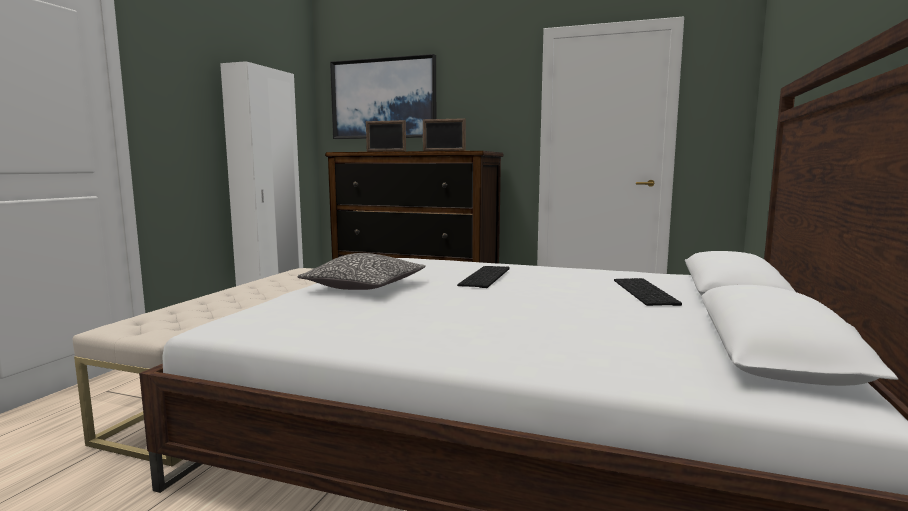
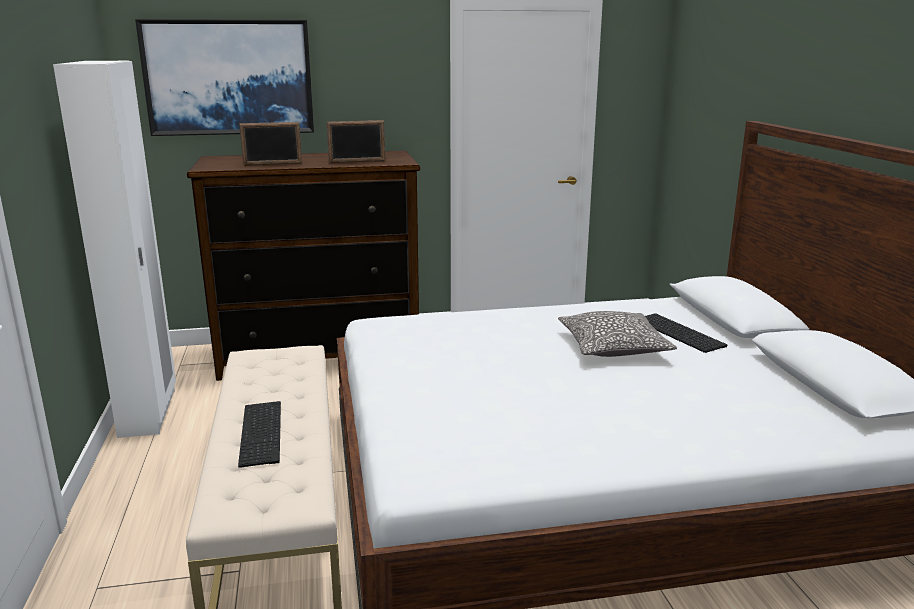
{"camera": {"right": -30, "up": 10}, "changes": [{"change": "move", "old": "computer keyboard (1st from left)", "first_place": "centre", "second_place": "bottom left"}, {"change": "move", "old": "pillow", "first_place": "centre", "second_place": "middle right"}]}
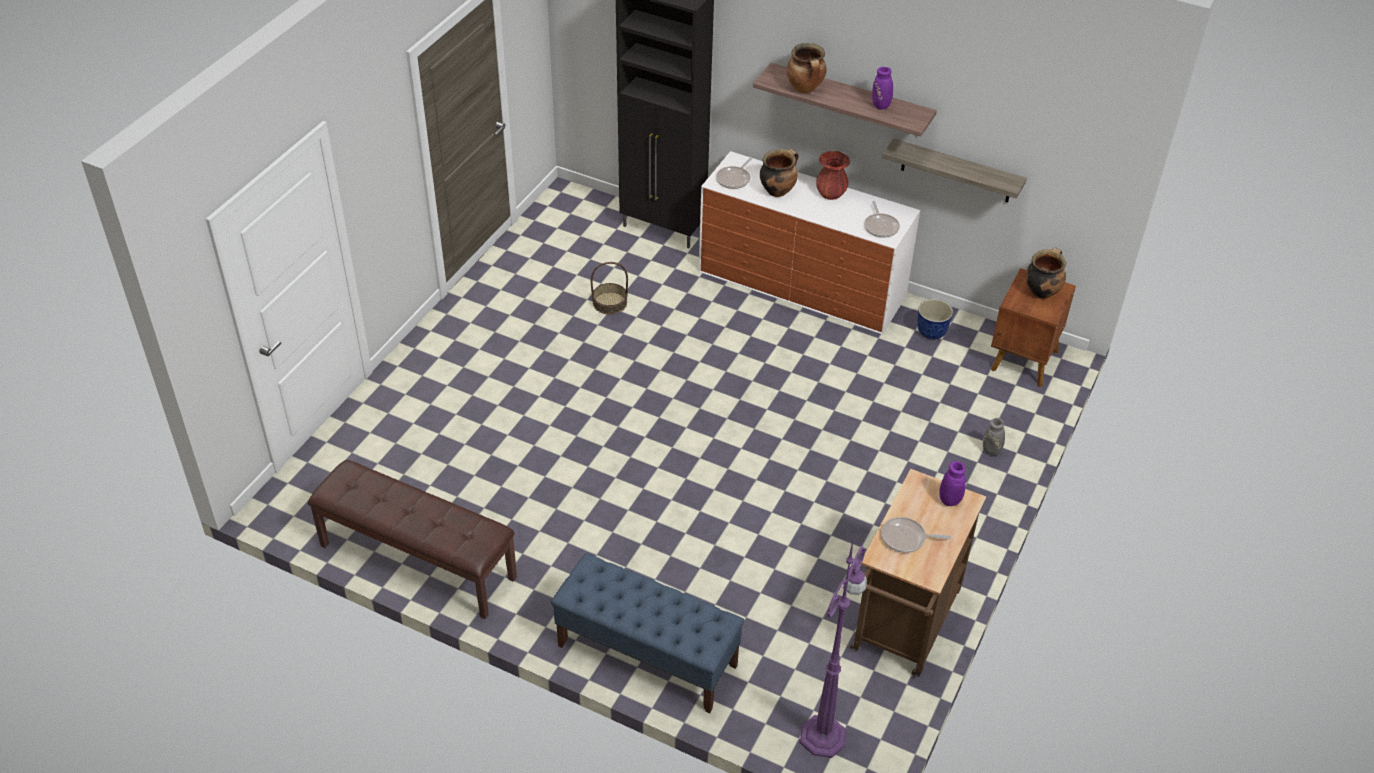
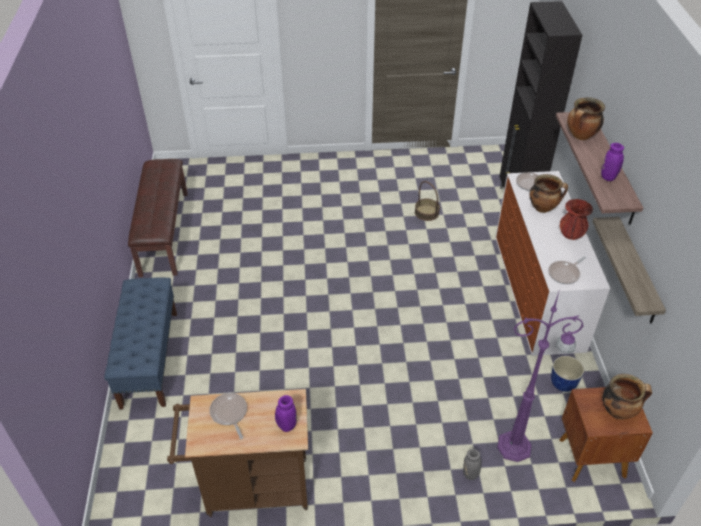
{"camera": {"right": 60, "up": 0}, "changes": [{"change": "move", "old": "standing lamp in purple", "first_place": "bottom centre", "second_place": "bottom right"}]}
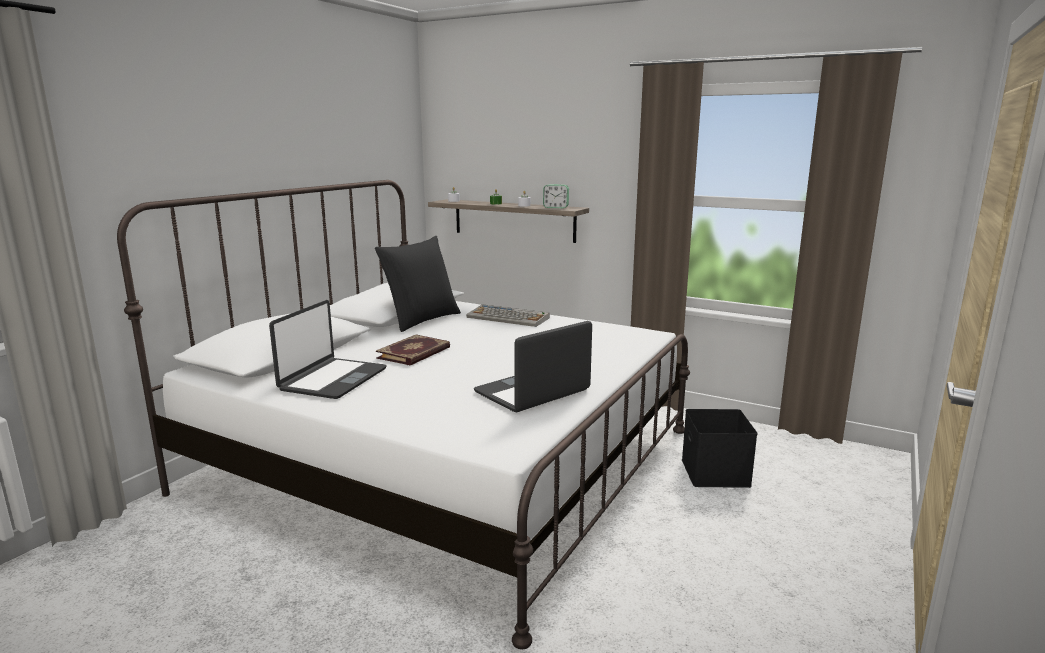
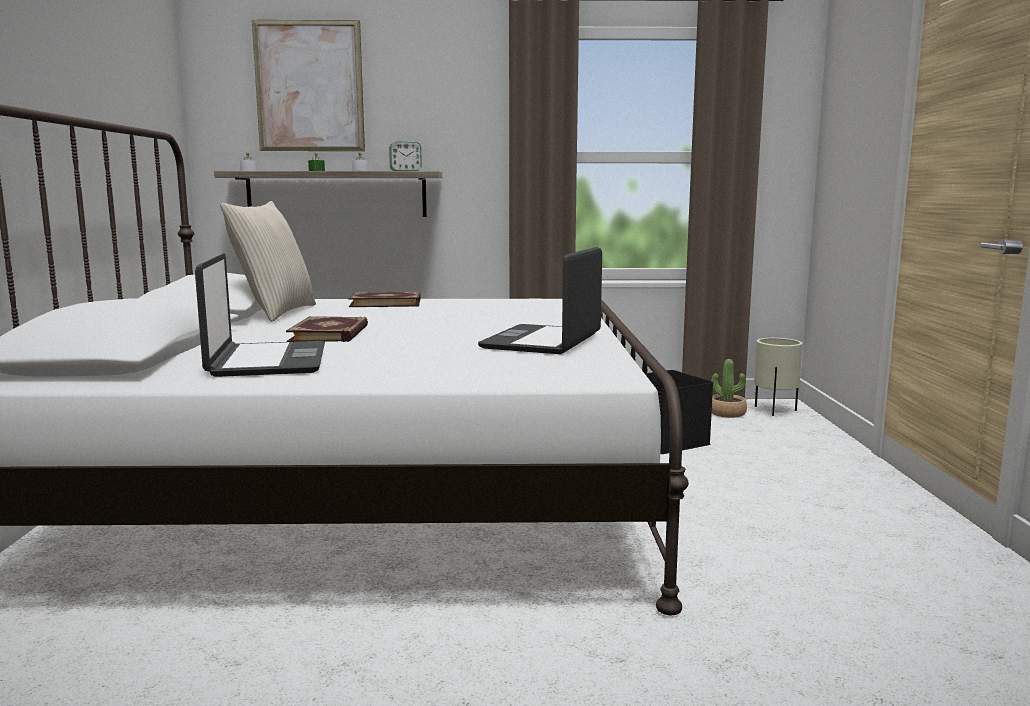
{"camera": {"right": -30, "up": -5}, "changes": [{"change": "recolor", "old": "pillow in black", "new": "pillow in sand-coloured", "first_place": "centre", "second_place": "middle left"}, {"change": "insert", "new": "wall art", "second_place": "top left"}, {"change": "replace", "old": "computer keyboard", "new": "book (2nd from left)", "first_place": "centre", "second_place": "centre"}, {"change": "insert", "new": "potted plant", "second_place": "middle right"}, {"change": "insert", "new": "flower pot in sand-coloured", "second_place": "middle right"}]}
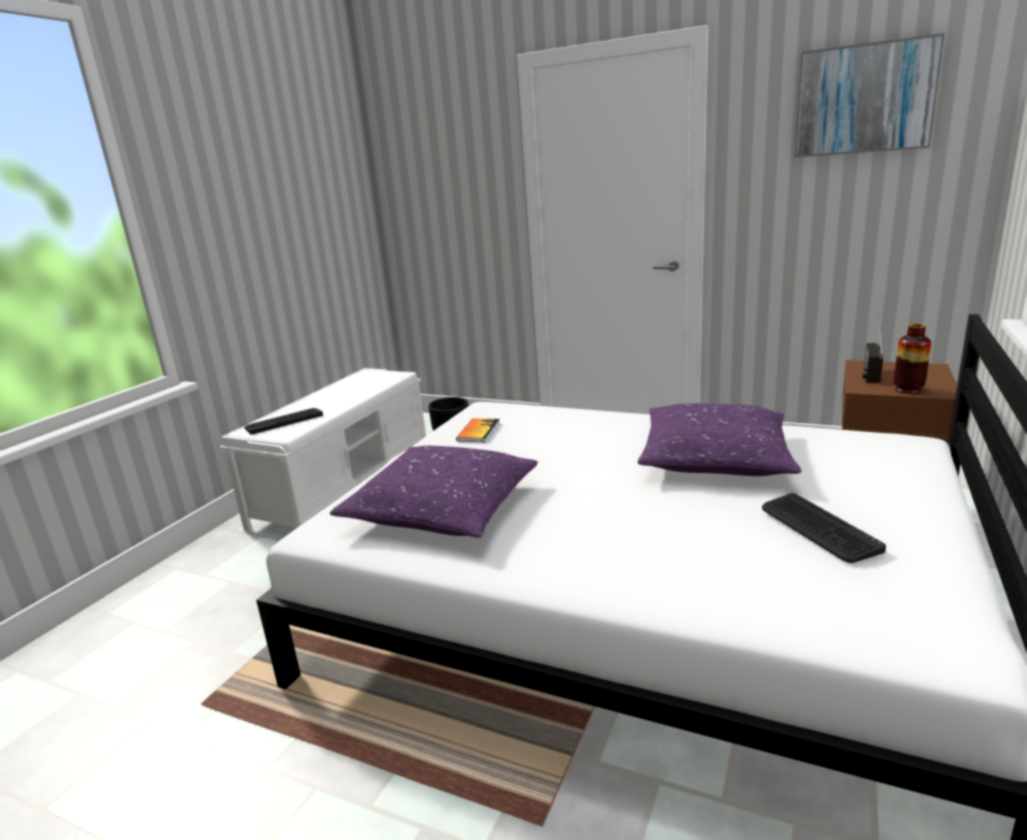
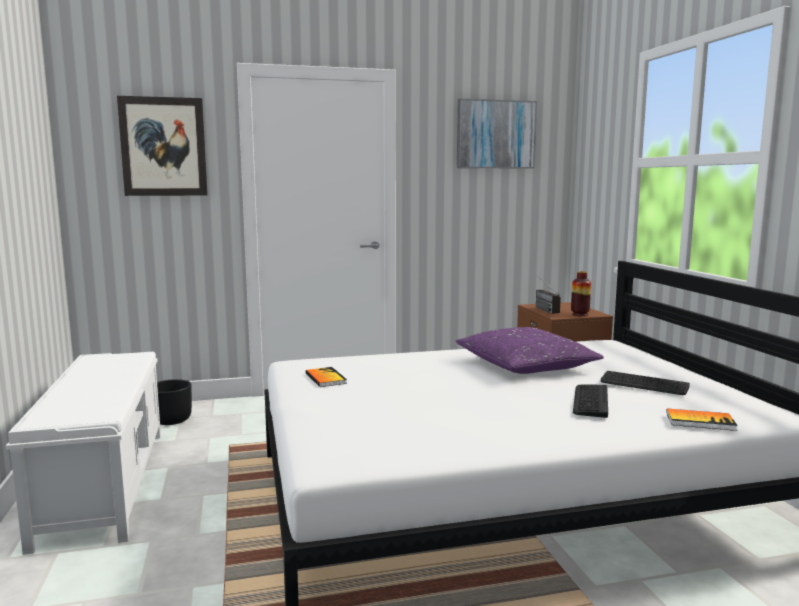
{"camera": {"right": -40, "up": -10}, "changes": [{"change": "insert", "new": "wall art (1st from left)", "second_place": "top left"}, {"change": "move", "old": "computer keyboard (1st from left)", "first_place": "middle left", "second_place": "middle right"}, {"change": "insert", "new": "book (2nd from left)", "second_place": "bottom right"}, {"change": "delete", "old": "pillow in purple (1st from left)", "first_place": "centre"}]}
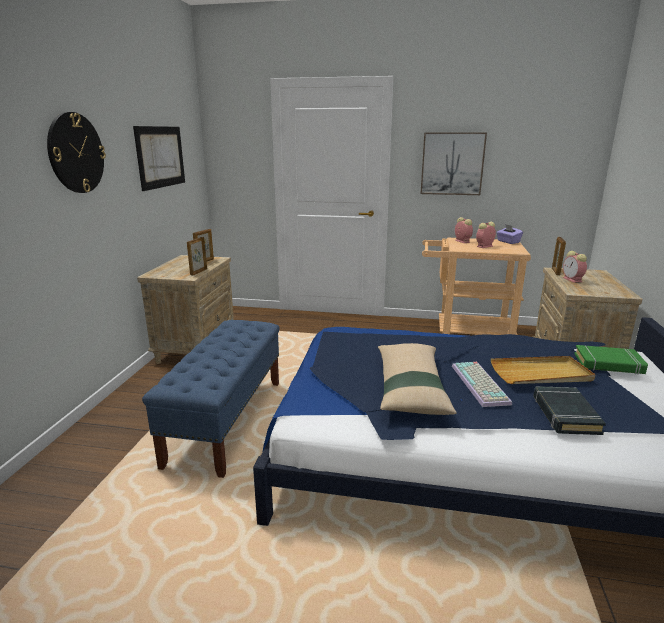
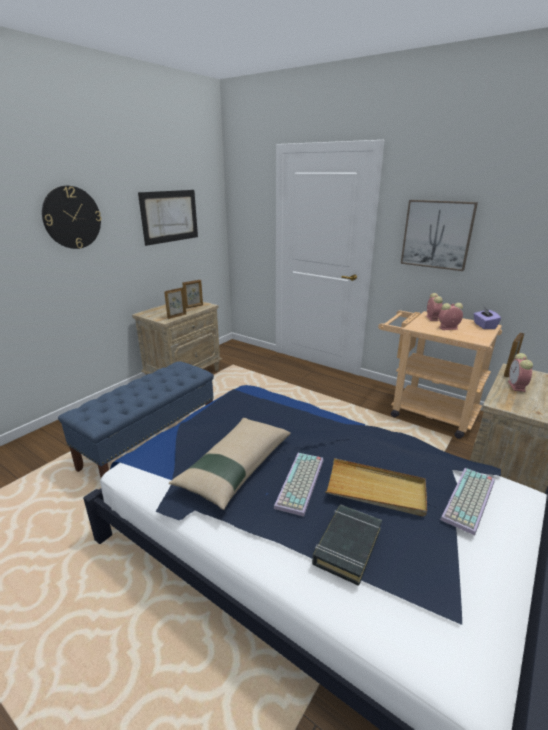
{"camera": {"right": 25, "up": 5}, "changes": [{"change": "replace", "old": "book in green", "new": "computer keyboard (2nd from left)", "first_place": "middle right", "second_place": "bottom right"}]}
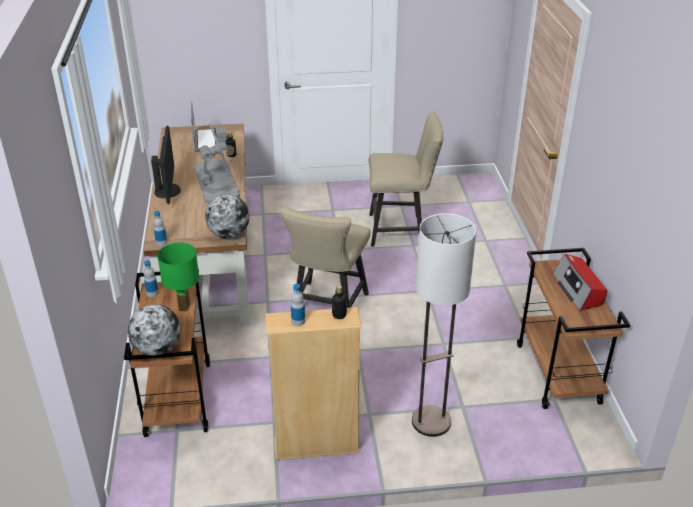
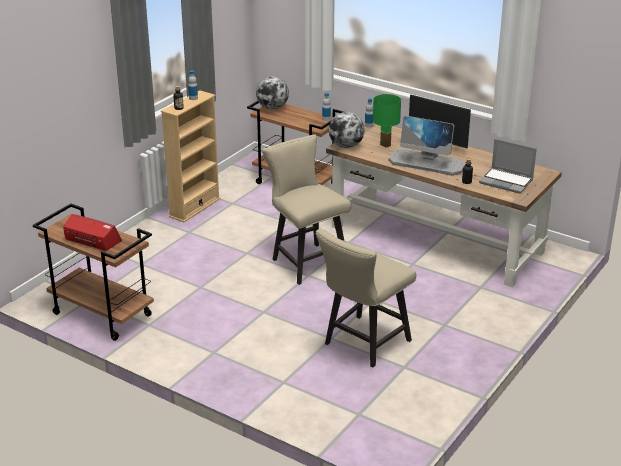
{"camera": {"right": 130, "up": -5}, "changes": [{"change": "move", "old": "lamp for a table in green", "first_place": "middle left", "second_place": "top centre"}, {"change": "delete", "old": "standing lamp", "first_place": "centre"}]}
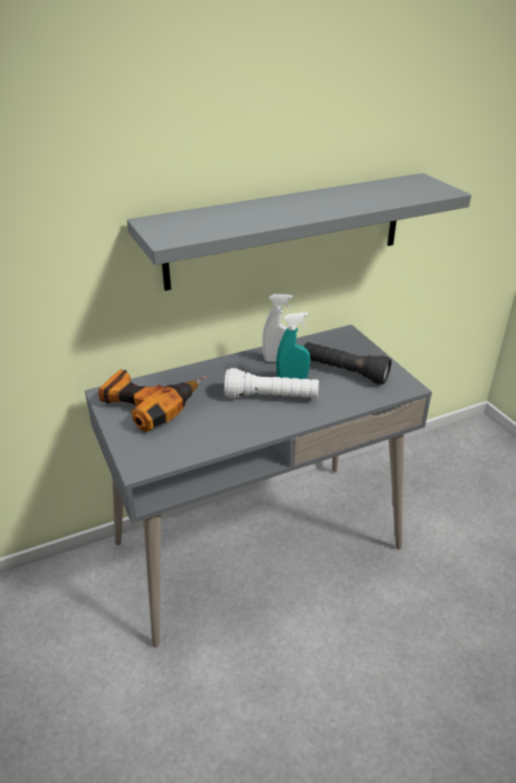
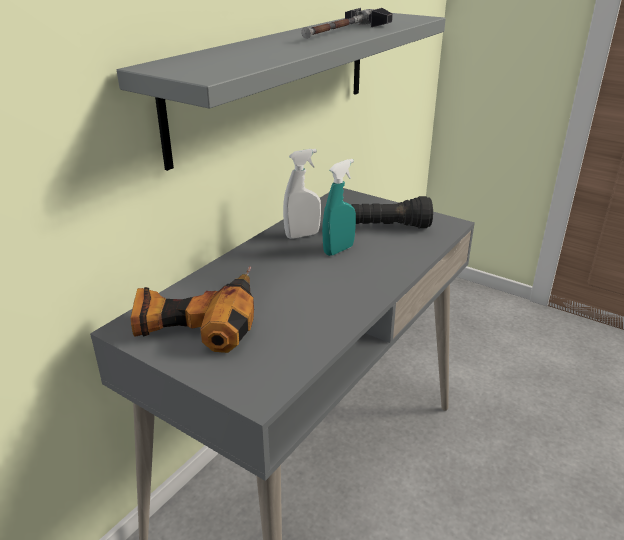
{"camera": {"right": -30, "up": -5}, "changes": [{"change": "insert", "new": "hammer", "second_place": "top centre"}, {"change": "delete", "old": "flashlight in whitish", "first_place": "centre"}]}
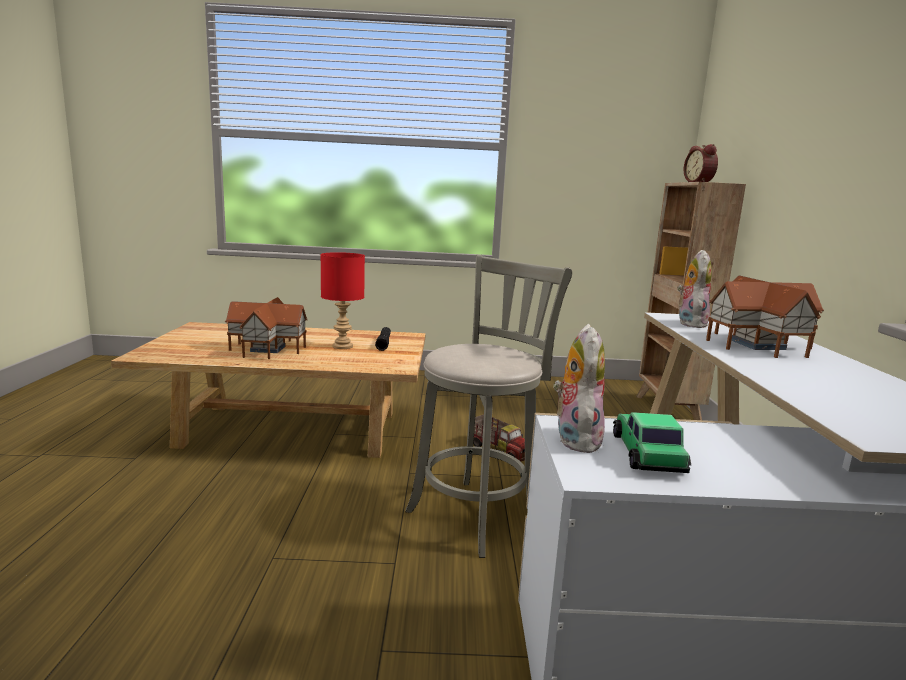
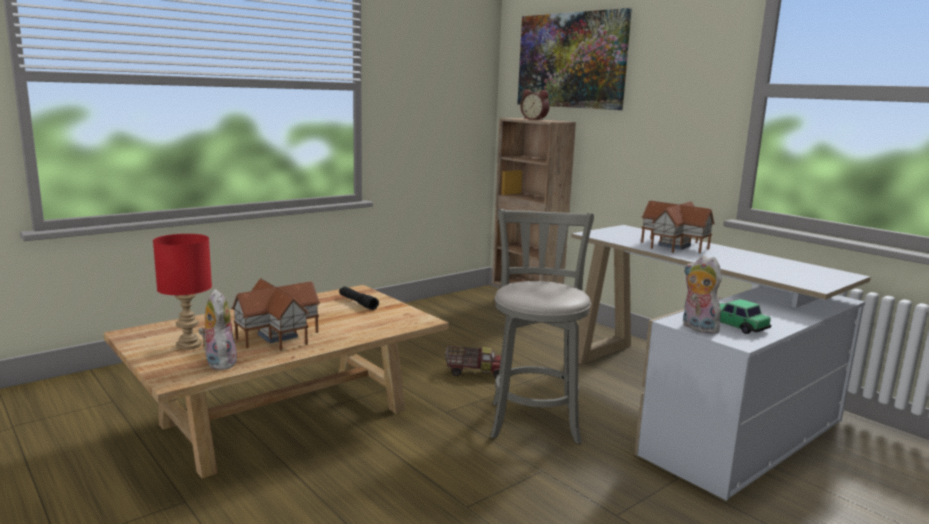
{"camera": {"right": -40, "up": 0}, "changes": [{"change": "move", "old": "lamp for a table in reddish", "first_place": "centre", "second_place": "middle left"}, {"change": "move", "old": "plush toy (2nd from left in the first image)", "new": "plush toy (1st from left)", "first_place": "middle right", "second_place": "middle left"}, {"change": "insert", "new": "wall art", "second_place": "top centre"}]}
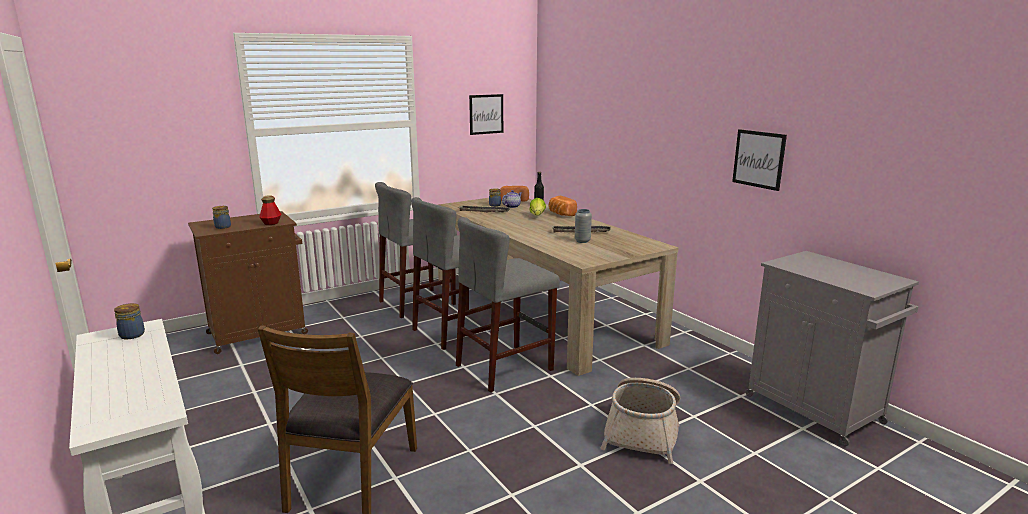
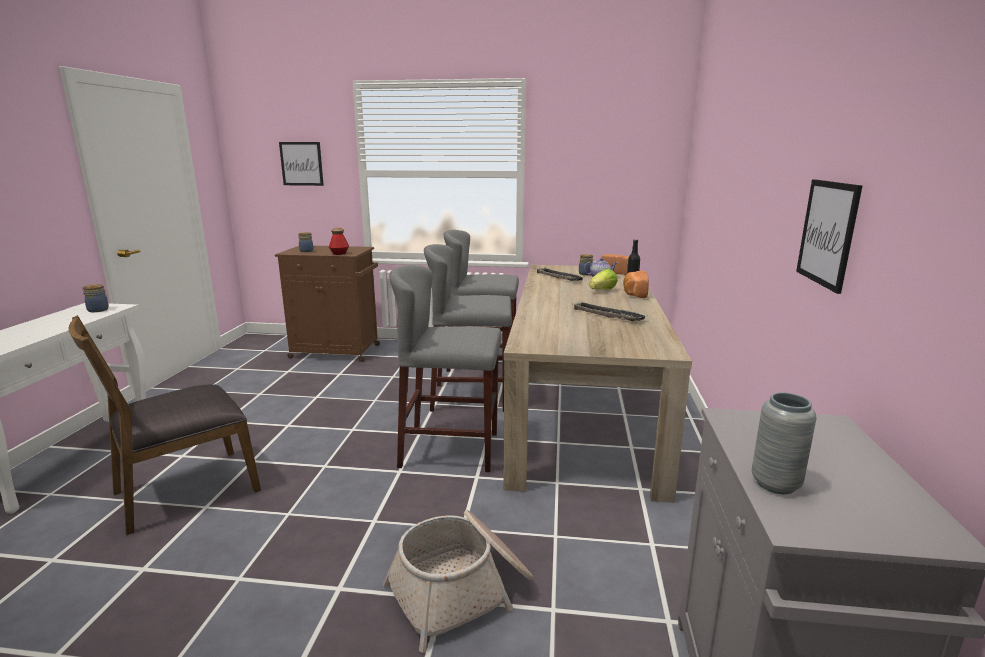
{"camera": {"right": 40, "up": 0}, "changes": [{"change": "move", "old": "wall art (1st from left)", "first_place": "top centre", "second_place": "top left"}, {"change": "move", "old": "vase in greyish", "first_place": "centre", "second_place": "bottom right"}]}
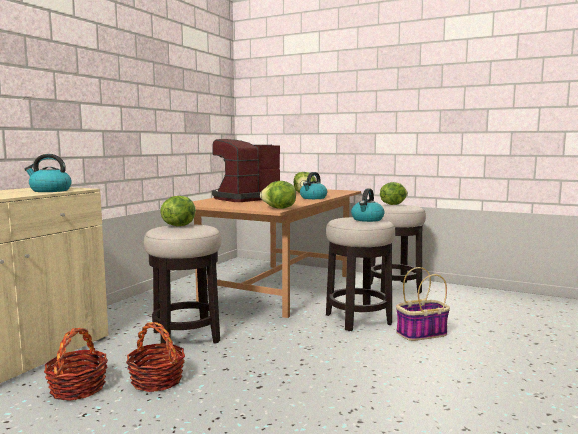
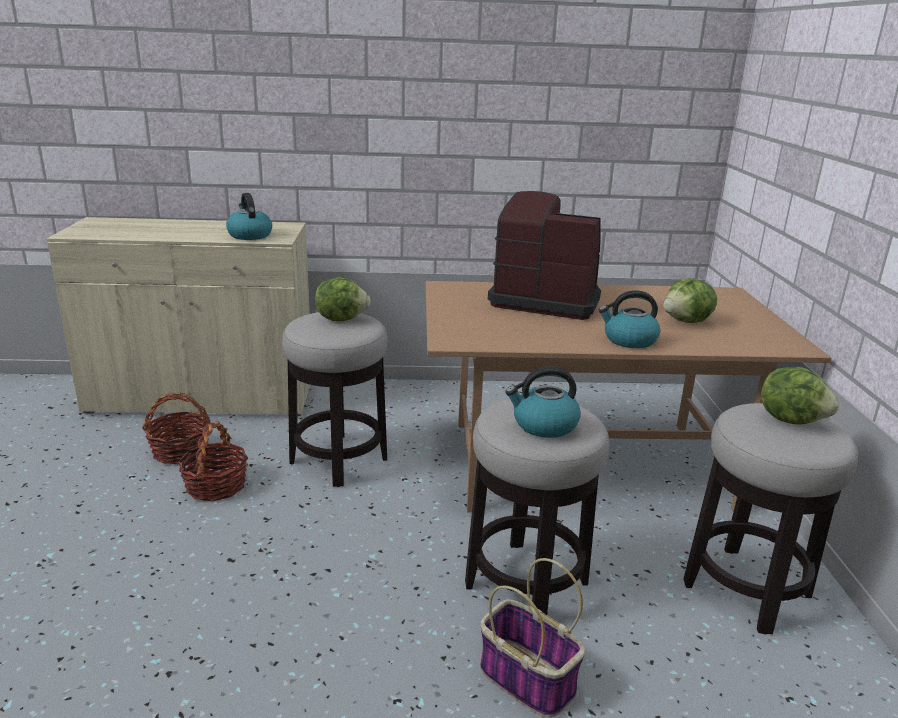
{"camera": {"right": 60, "up": 15}, "changes": [{"change": "delete", "old": "lettuce (2nd from left)", "first_place": "centre"}]}
